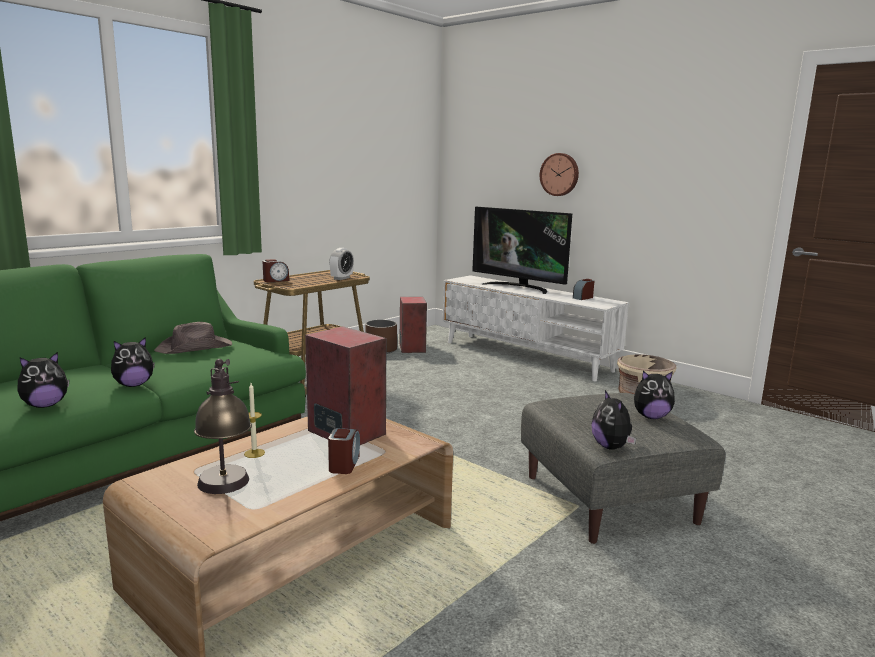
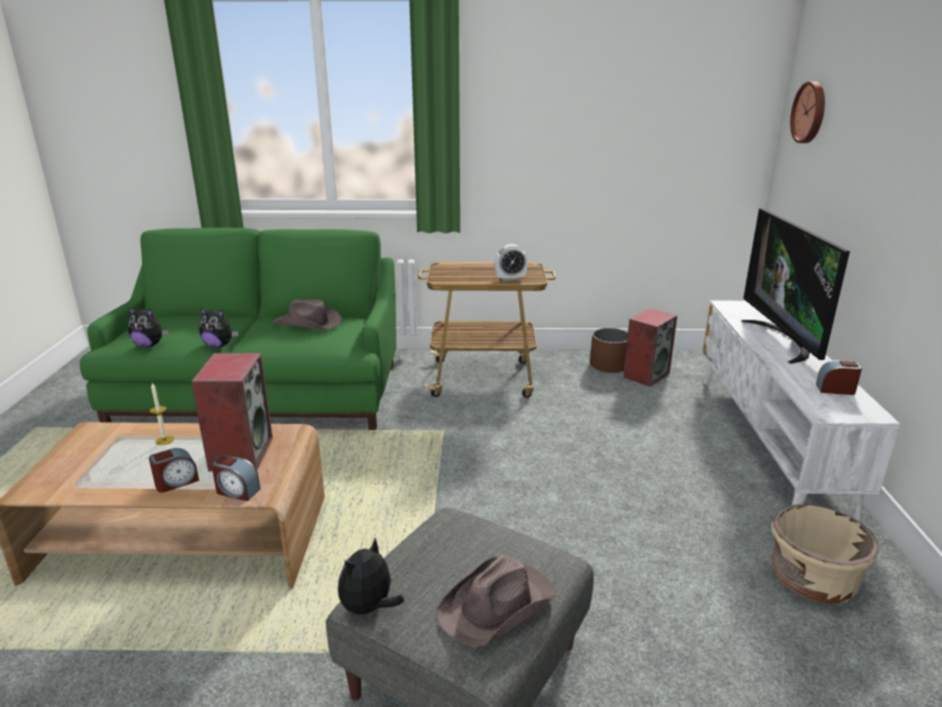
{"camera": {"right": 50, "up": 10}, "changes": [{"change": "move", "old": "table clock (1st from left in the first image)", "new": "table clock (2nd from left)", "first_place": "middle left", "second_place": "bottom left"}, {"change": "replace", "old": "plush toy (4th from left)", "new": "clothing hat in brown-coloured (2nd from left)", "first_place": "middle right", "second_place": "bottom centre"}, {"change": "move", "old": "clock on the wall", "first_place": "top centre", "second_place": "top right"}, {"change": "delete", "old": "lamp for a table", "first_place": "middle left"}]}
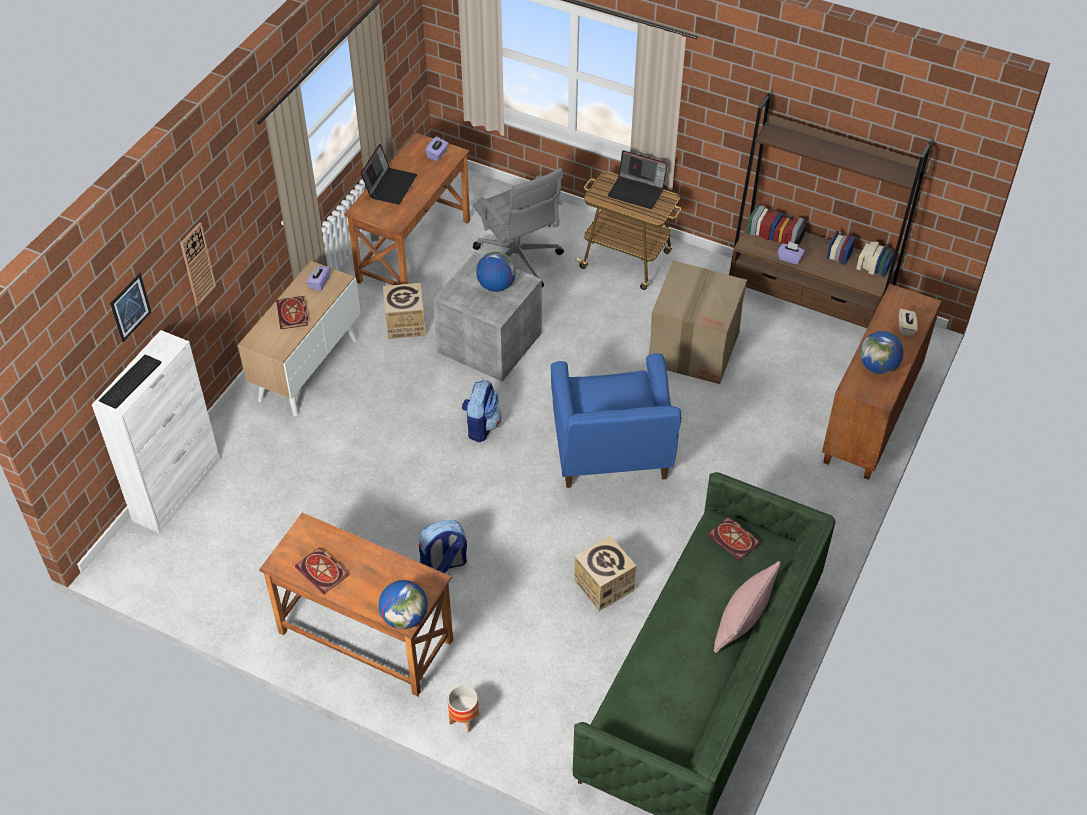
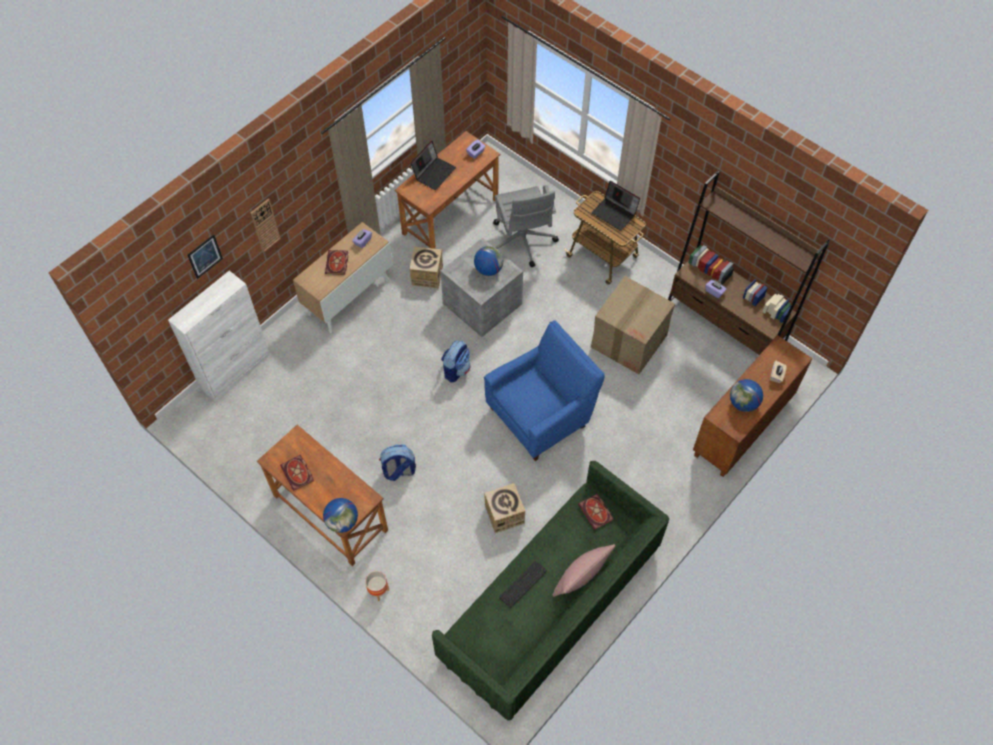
{"camera": {"right": 15, "up": 10}, "changes": [{"change": "rotate", "old": "easy chair in bluish", "first_place": "centre", "second_place": "centre", "degrees": -135}, {"change": "move", "old": "computer keyboard", "first_place": "middle left", "second_place": "bottom centre"}]}
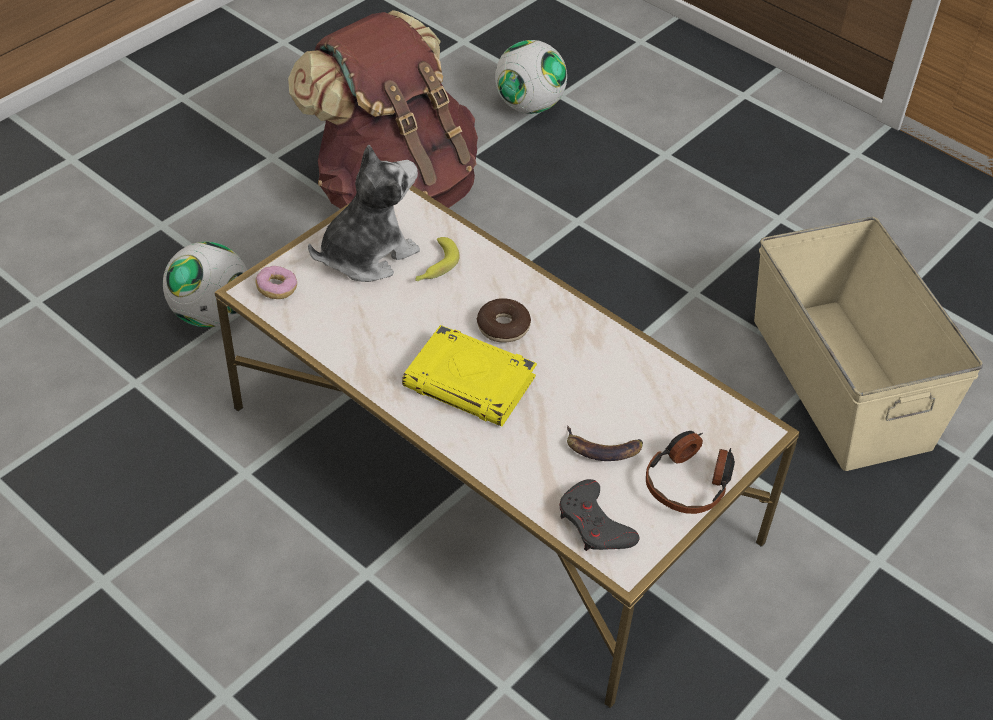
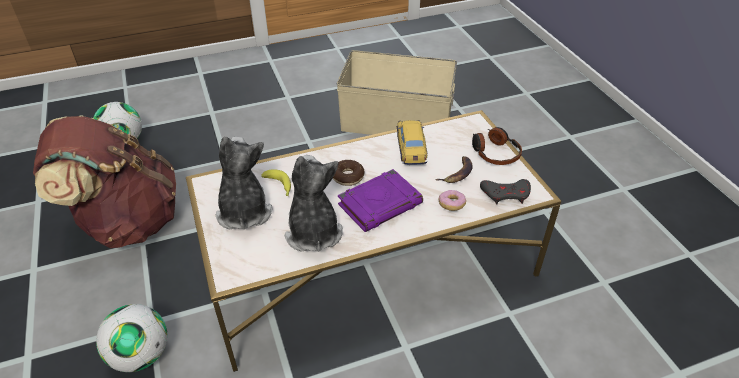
{"camera": {"right": -60, "up": -5}, "changes": [{"change": "insert", "new": "plush toy (2nd from left)", "second_place": "centre"}, {"change": "recolor", "old": "book in yellow-coloured", "new": "book in purple", "first_place": "centre", "second_place": "centre"}, {"change": "insert", "new": "model car", "second_place": "centre"}, {"change": "move", "old": "doughnut (1st from left in the first image)", "new": "doughnut (2nd from left)", "first_place": "middle left", "second_place": "centre"}]}
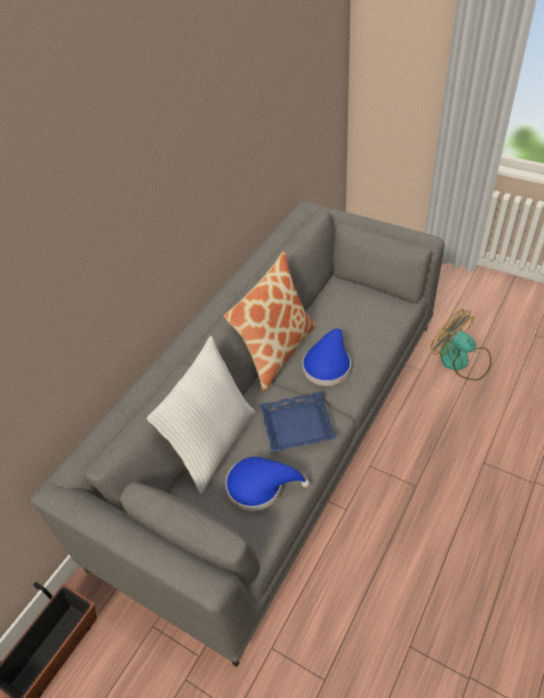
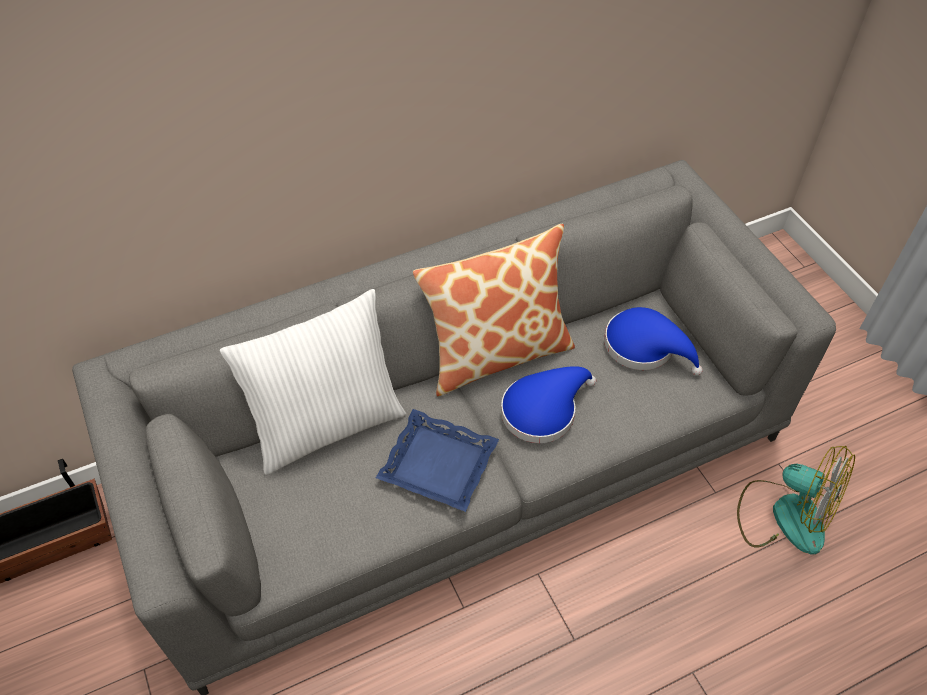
{"camera": {"right": 30, "up": 5}, "changes": [{"change": "move", "old": "clothing hat in bluish (1st from left in the first image)", "new": "clothing hat in bluish (2nd from left)", "first_place": "bottom centre", "second_place": "middle right"}, {"change": "rotate", "old": "fan", "first_place": "middle right", "second_place": "bottom right", "degrees": 135}]}
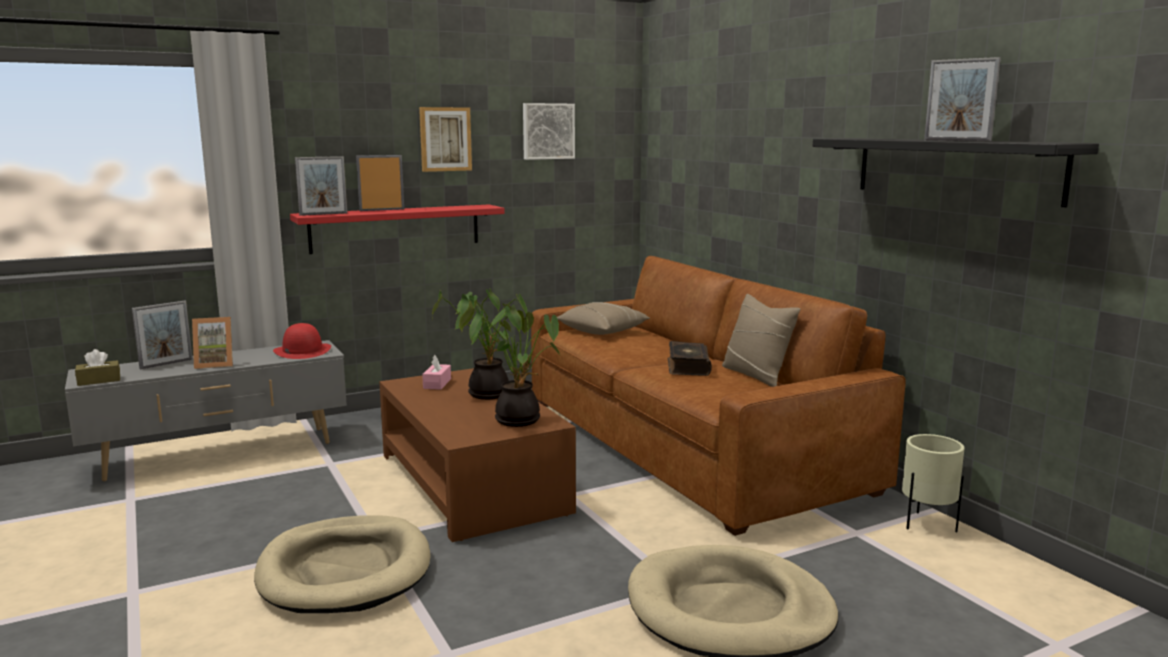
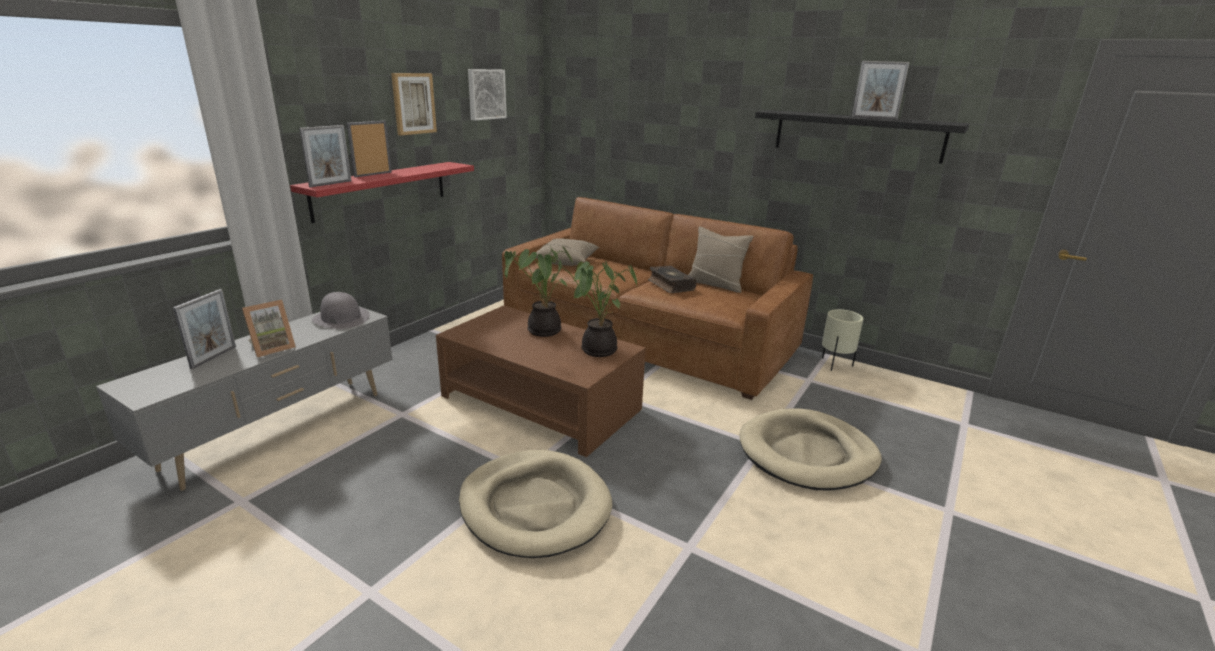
{"camera": {"right": -30, "up": 10}, "changes": [{"change": "recolor", "old": "clothing hat in reddish", "new": "clothing hat in greyish", "first_place": "middle left", "second_place": "middle left"}, {"change": "delete", "old": "box of tissues in brown-coloured", "first_place": "middle left"}, {"change": "delete", "old": "box of tissues in pink-coloured", "first_place": "centre"}]}
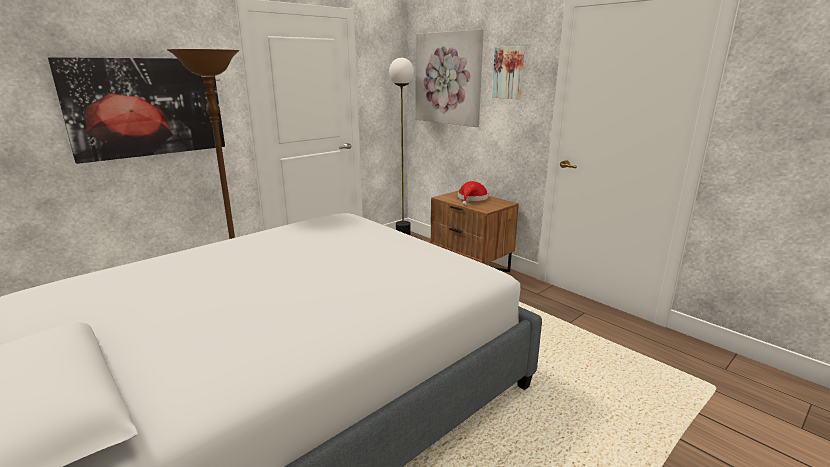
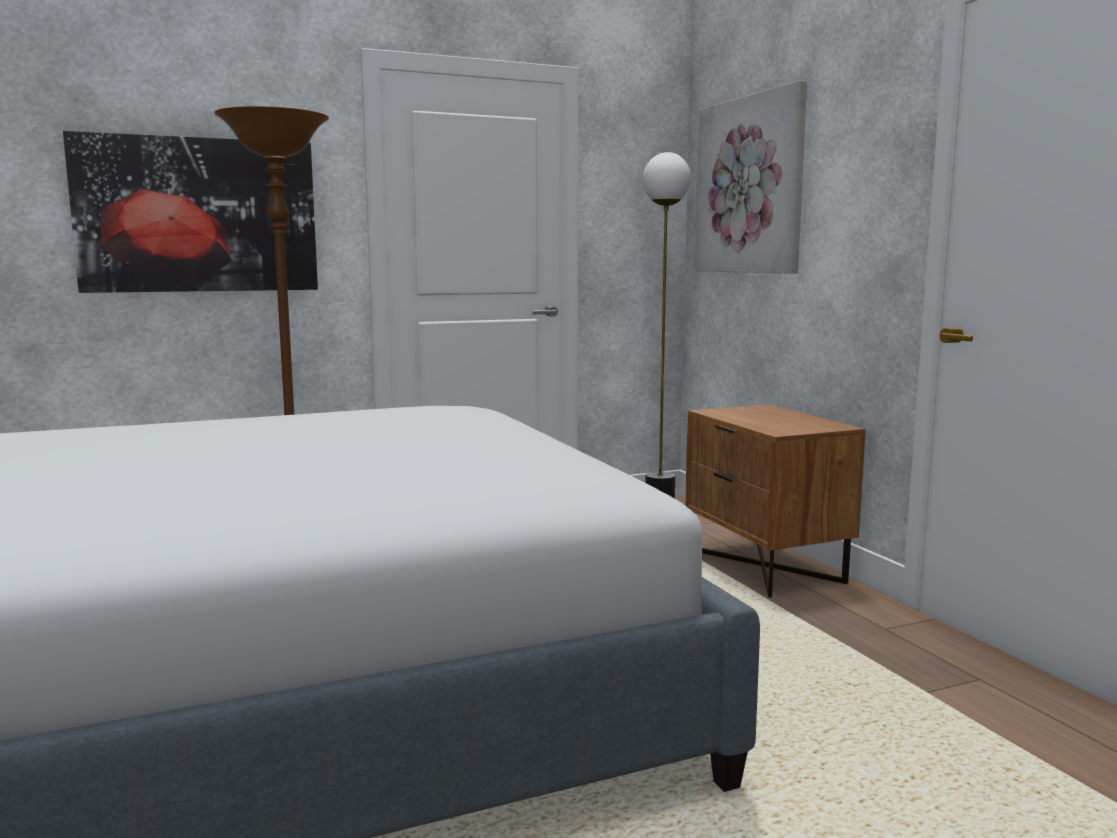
{"camera": {"right": 20, "up": -10}, "changes": [{"change": "delete", "old": "clothing hat in reddish", "first_place": "centre"}, {"change": "delete", "old": "wall art (3rd from left)", "first_place": "top centre"}]}
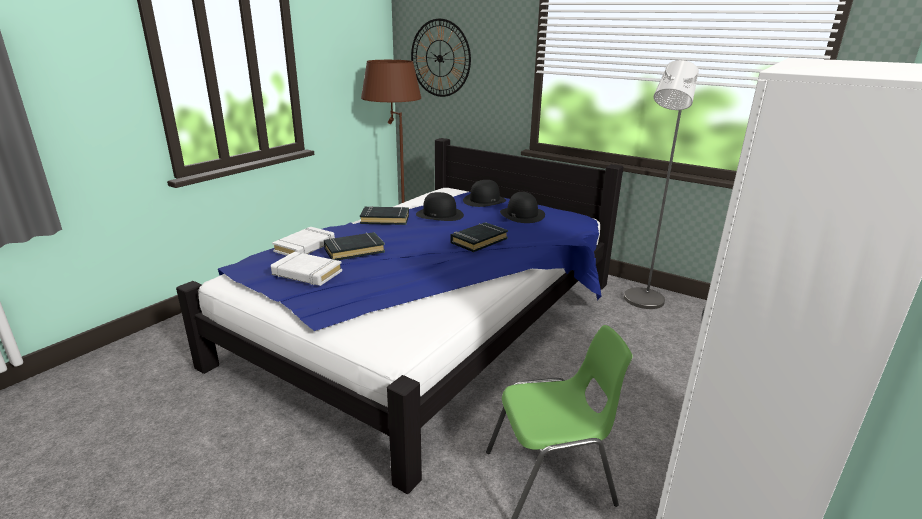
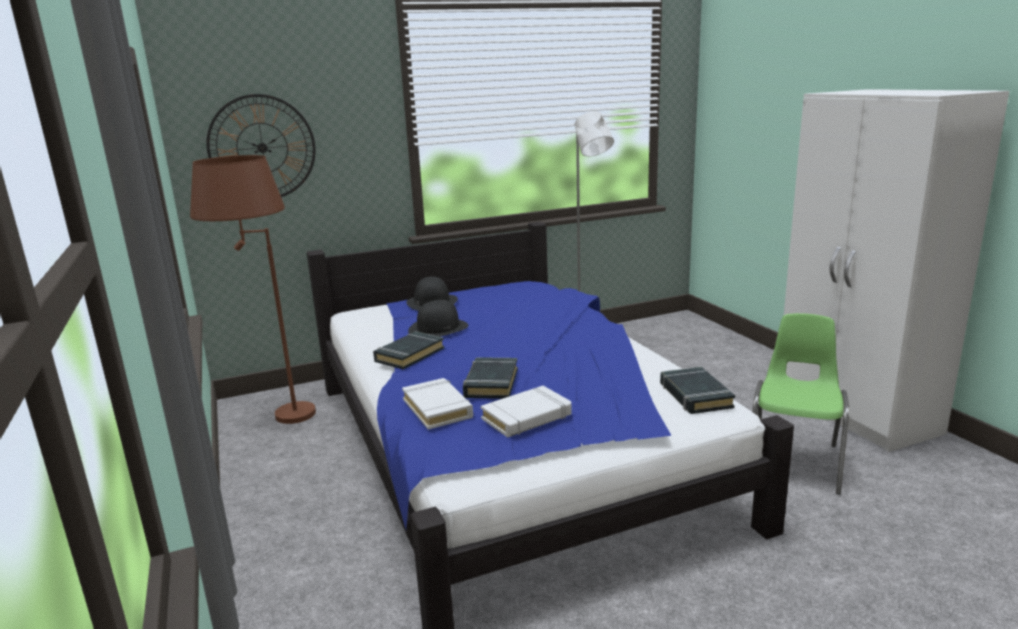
{"camera": {"right": -55, "up": -5}, "changes": [{"change": "move", "old": "book in black (3rd from left)", "first_place": "centre", "second_place": "middle right"}, {"change": "delete", "old": "clothing hat in black (3rd from left)", "first_place": "centre"}]}
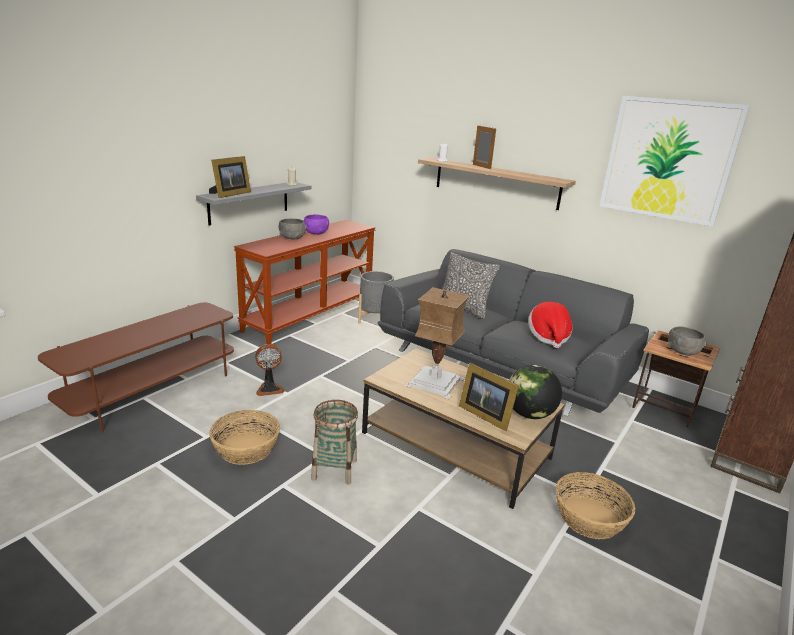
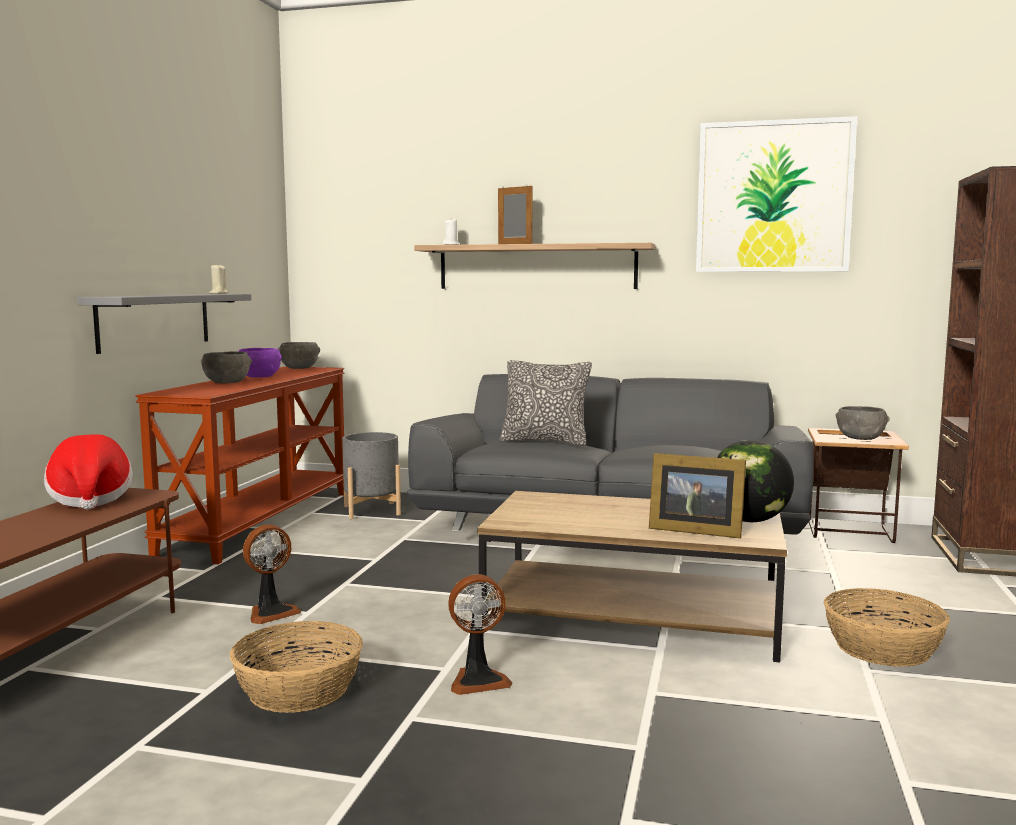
{"camera": {"right": -20, "up": -15}, "changes": [{"change": "move", "old": "clothing hat", "first_place": "middle right", "second_place": "middle left"}, {"change": "insert", "new": "serving bowl in greyish (2nd from left)", "second_place": "middle left"}, {"change": "replace", "old": "storage basket (2nd from left)", "new": "fan (2nd from left)", "first_place": "bottom centre", "second_place": "bottom centre"}, {"change": "delete", "old": "picture frame (1st from left)", "first_place": "top left"}, {"change": "delete", "old": "lamp for a table", "first_place": "centre"}]}
